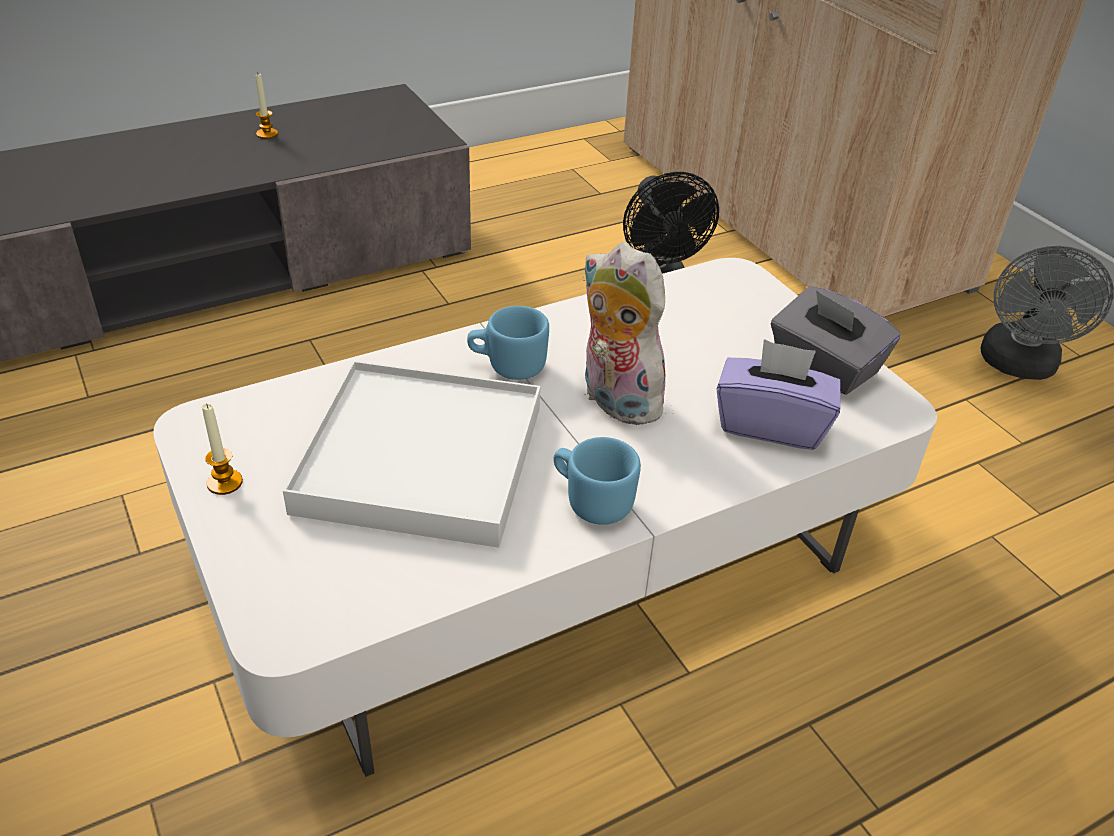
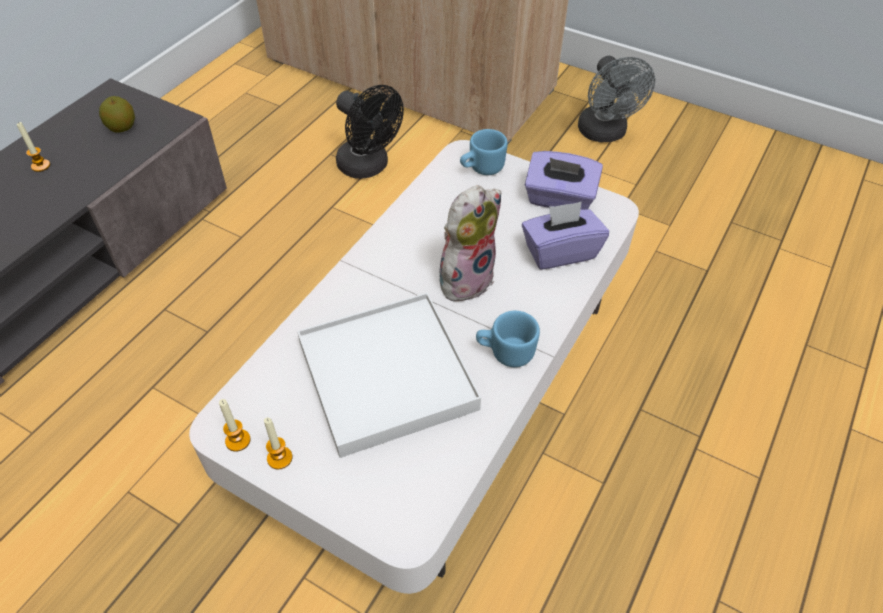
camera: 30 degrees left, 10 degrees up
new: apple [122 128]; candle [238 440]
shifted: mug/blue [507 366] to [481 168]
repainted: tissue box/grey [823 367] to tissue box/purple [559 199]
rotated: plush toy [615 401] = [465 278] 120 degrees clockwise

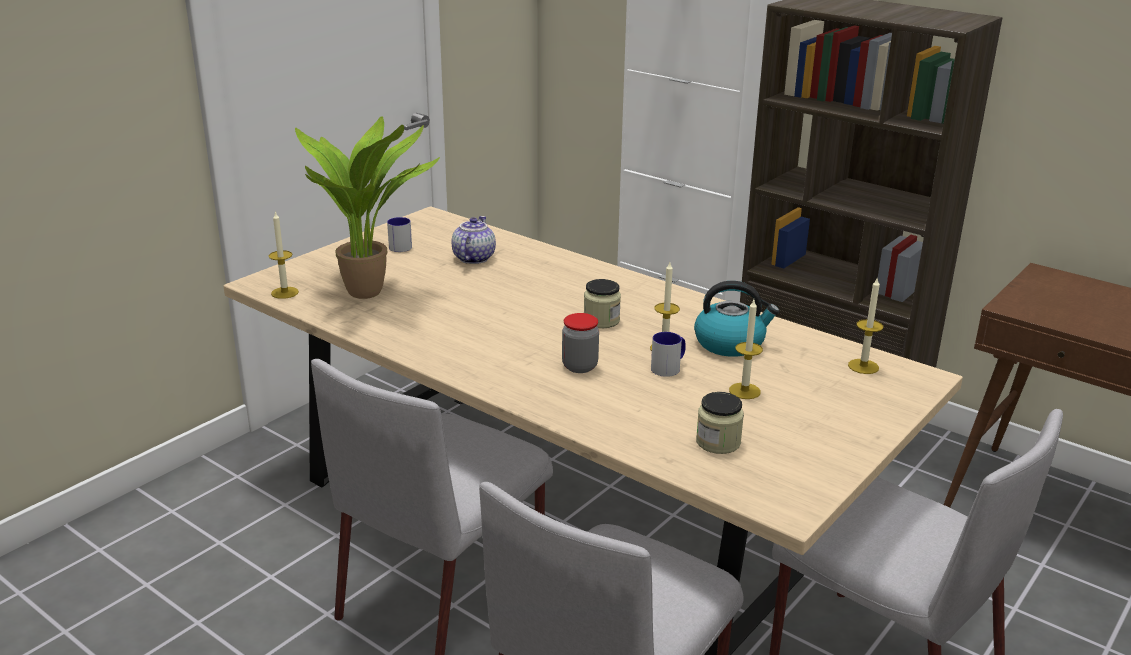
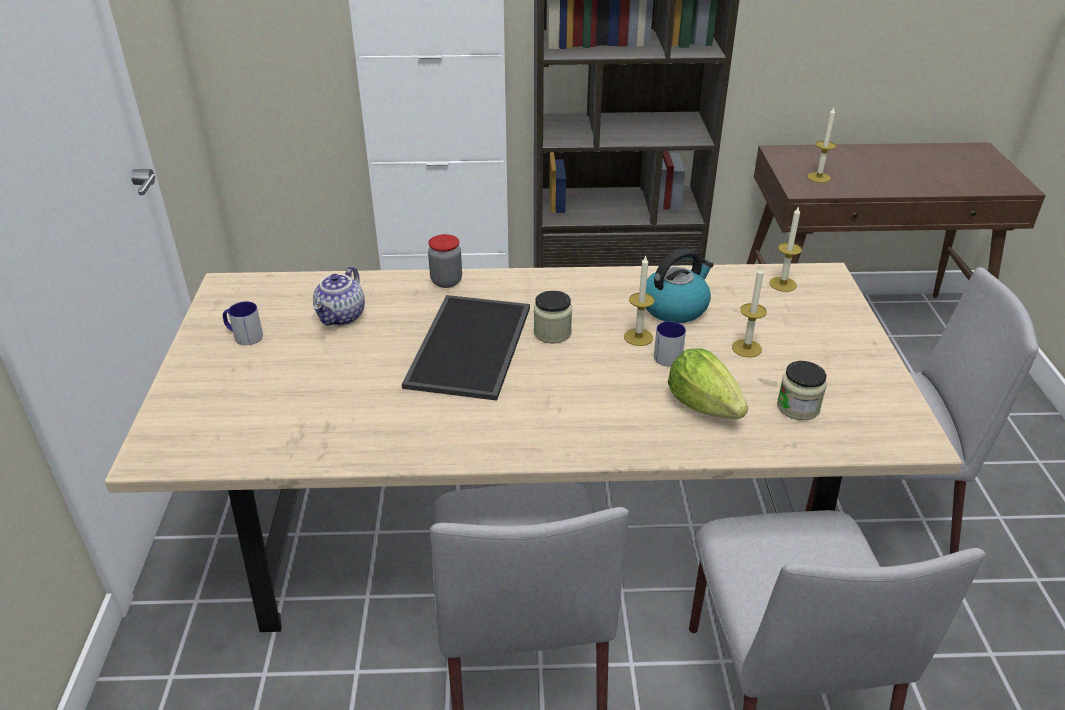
camera: 40 degrees left, 10 degrees up
gone: potted plant [371 292]
new: tray [472 347]; lettuce [703 405]
shifted: jar [580 366] to [446 281]; candle [285 292] to [819 177]
rotated: teapot [473 258] = [342 317] 135 degrees counterclockwise

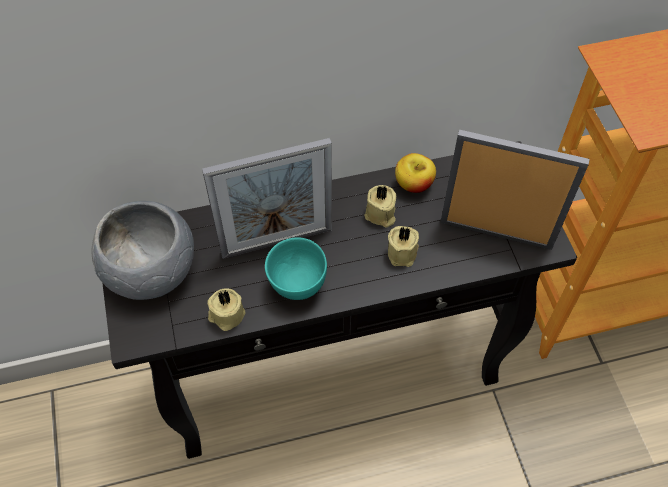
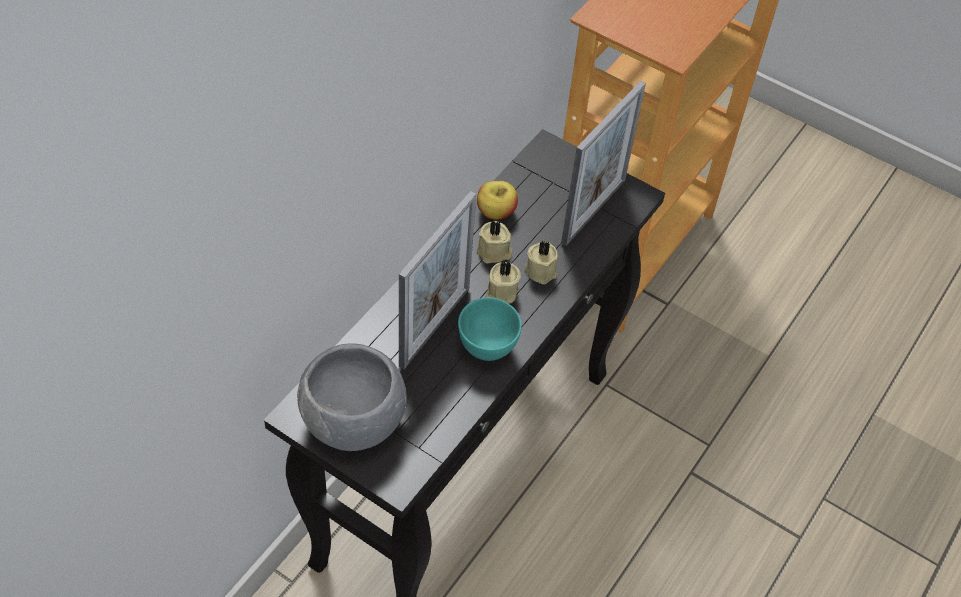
camera: 45 degrees left, 5 degrees down
shifted: candle/beige [226 315] to [500 292]
rotated: picture frame [496 233] = [593 211] 150 degrees clockwise

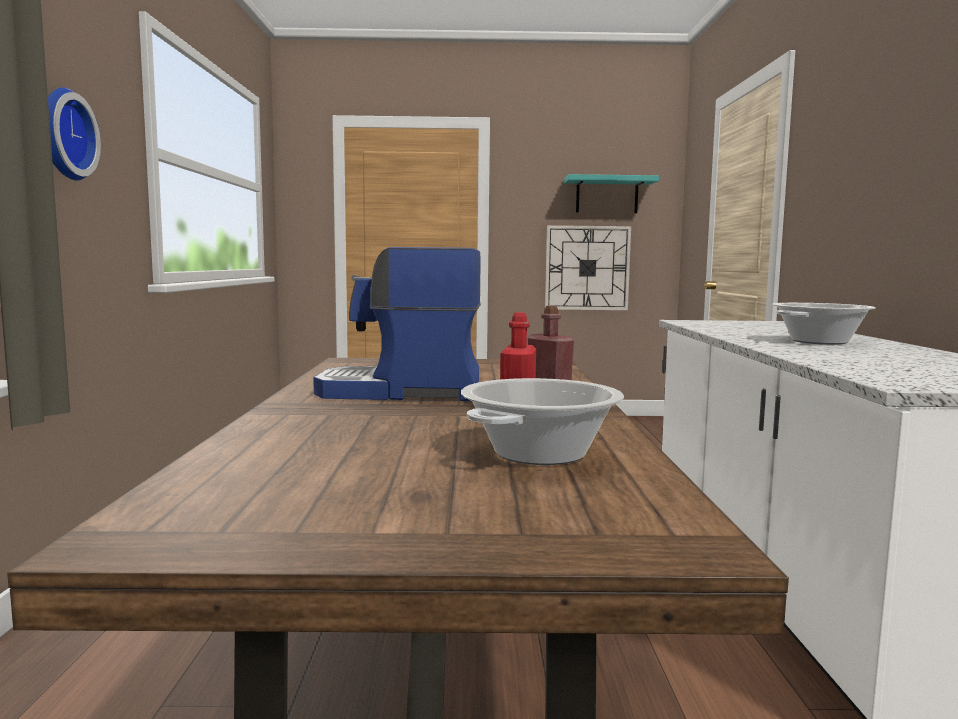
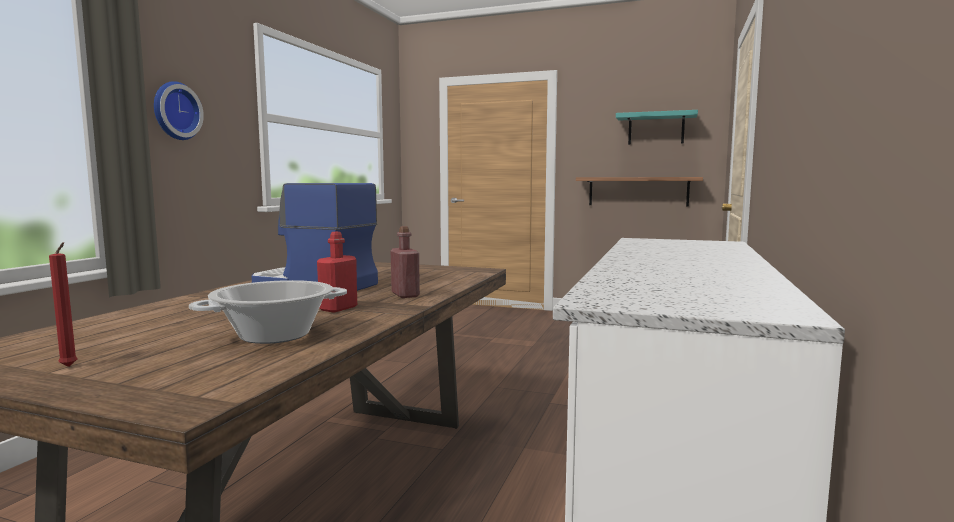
camera: 20 degrees right, 0 degrees up
gone: cooking pot [820 342]
new: candle/red [70 367]
swapped: wall clock [587 268] to shelf [638 191]

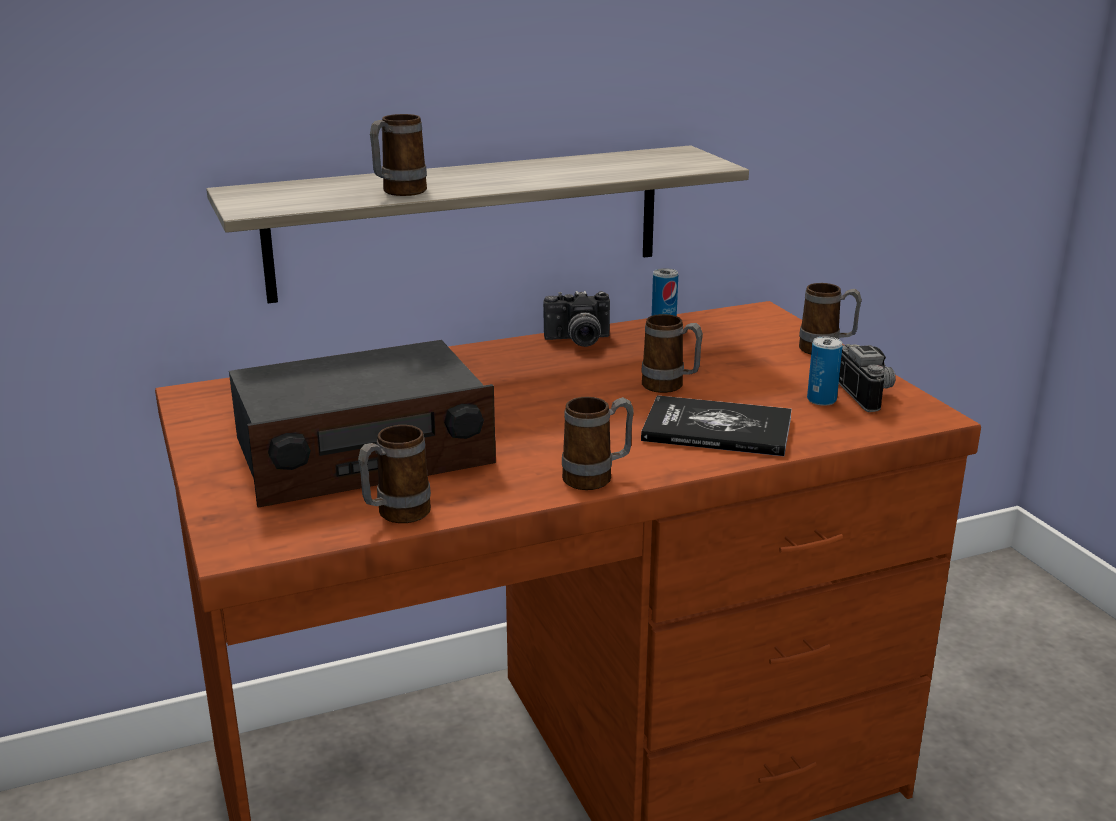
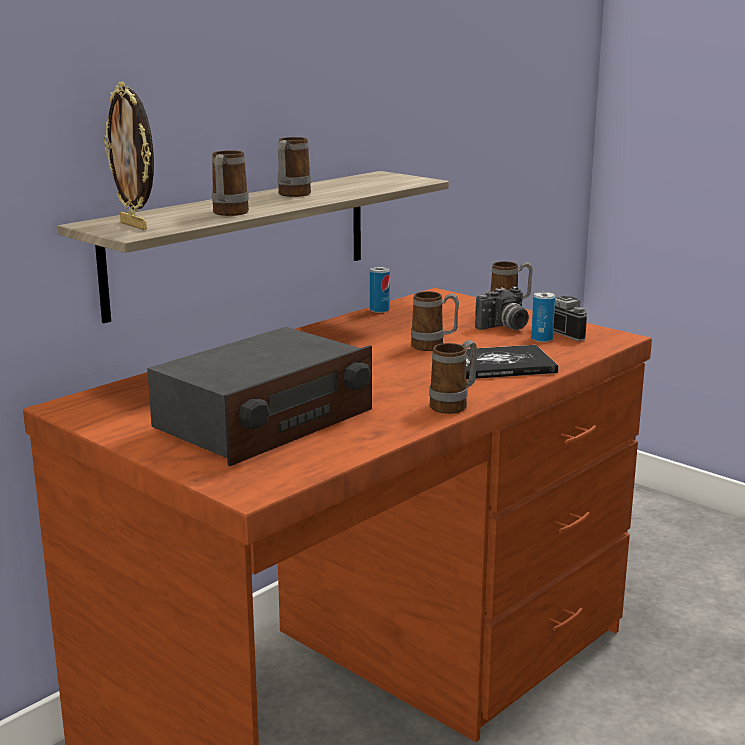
camera: 25 degrees left, 5 degrees down
new: picture frame [135 225]
shifted: mug [395 515] to [291 195]; photo camera [578 341] to [504 327]

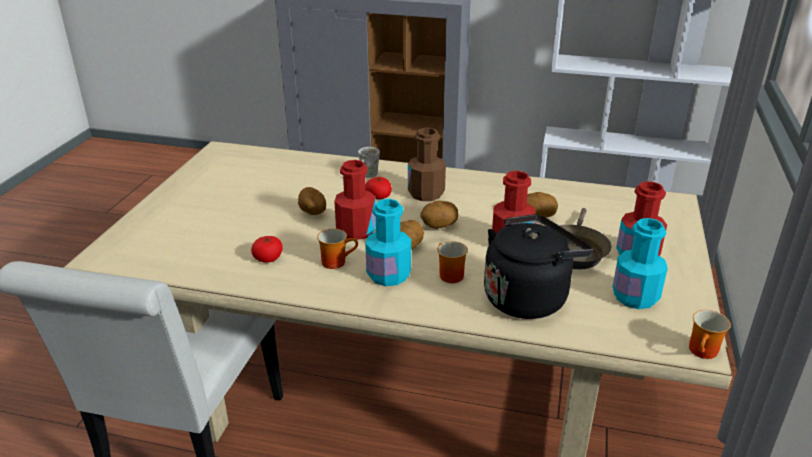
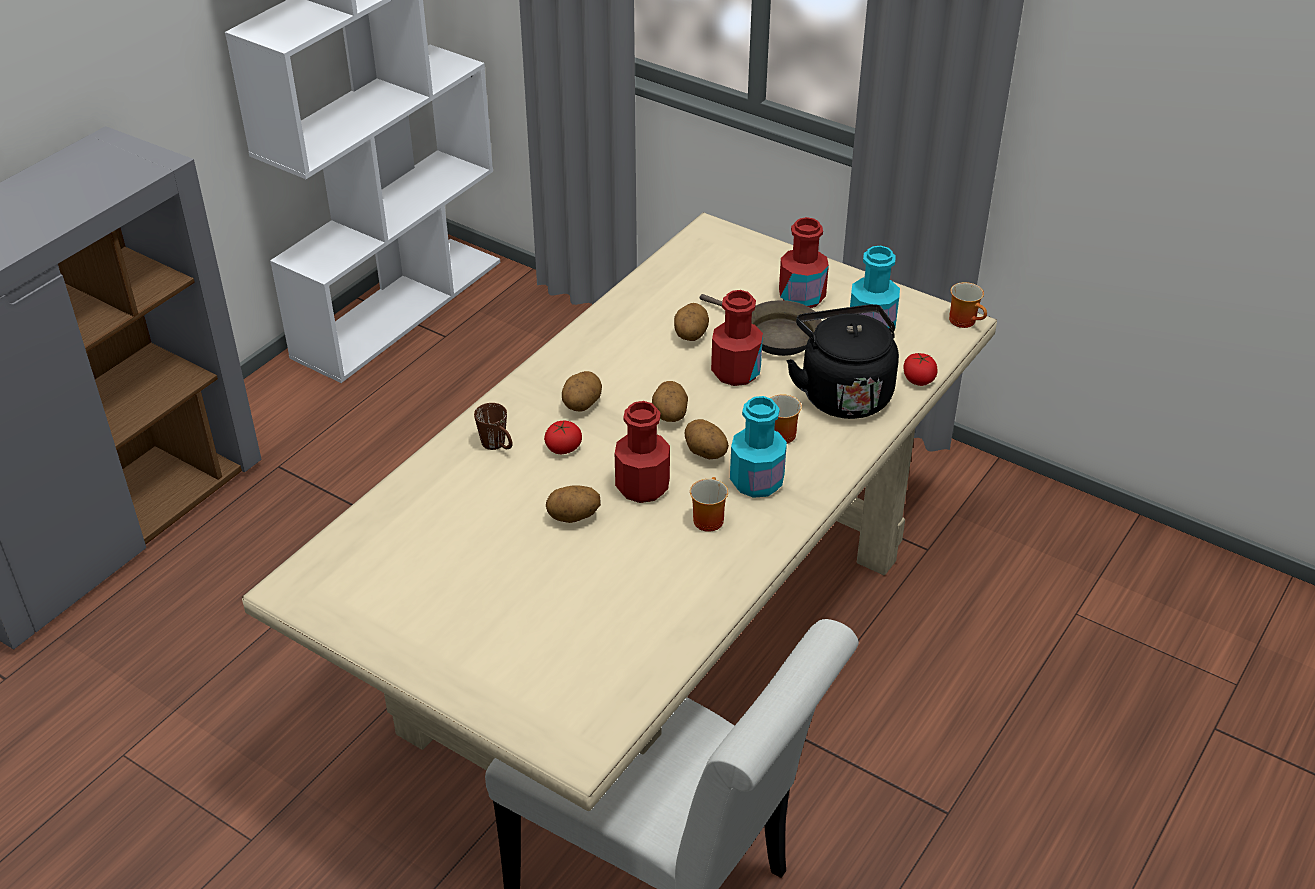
camera: 70 degrees left, 10 degrees up
shifted: tomato [268 258] to [918 379]
swapped: bottle/brown [426 193] to potato [581 405]
repainted: mug/white [367 176] to mug/brown [498 446]

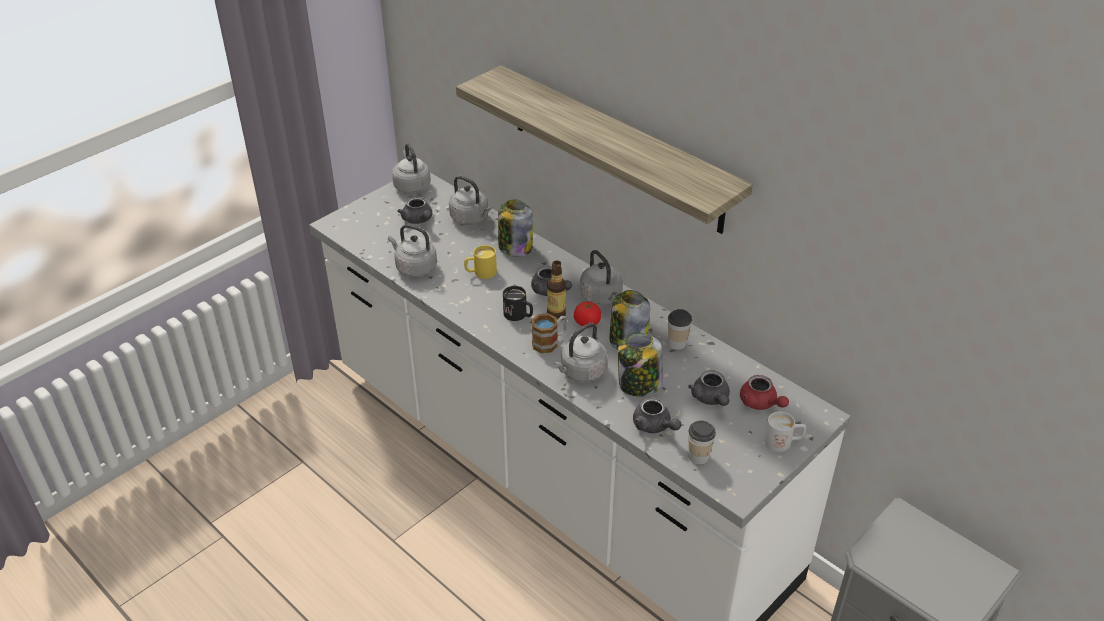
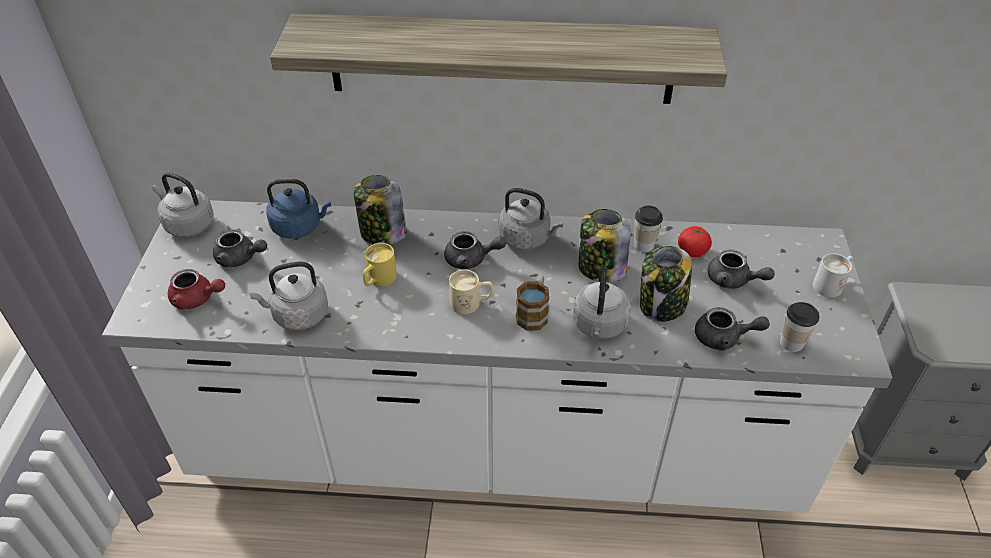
camera: 40 degrees left, 5 degrees up
gone: bottle [556 316]
shifted: teapot/red [760 403] to [197 299]; tomato [587 323] to [692 251]
repainted: kettle/grey [471 218] to kettle/blue [299 227]; mug/black [519 316] to mug/beige [471 303]

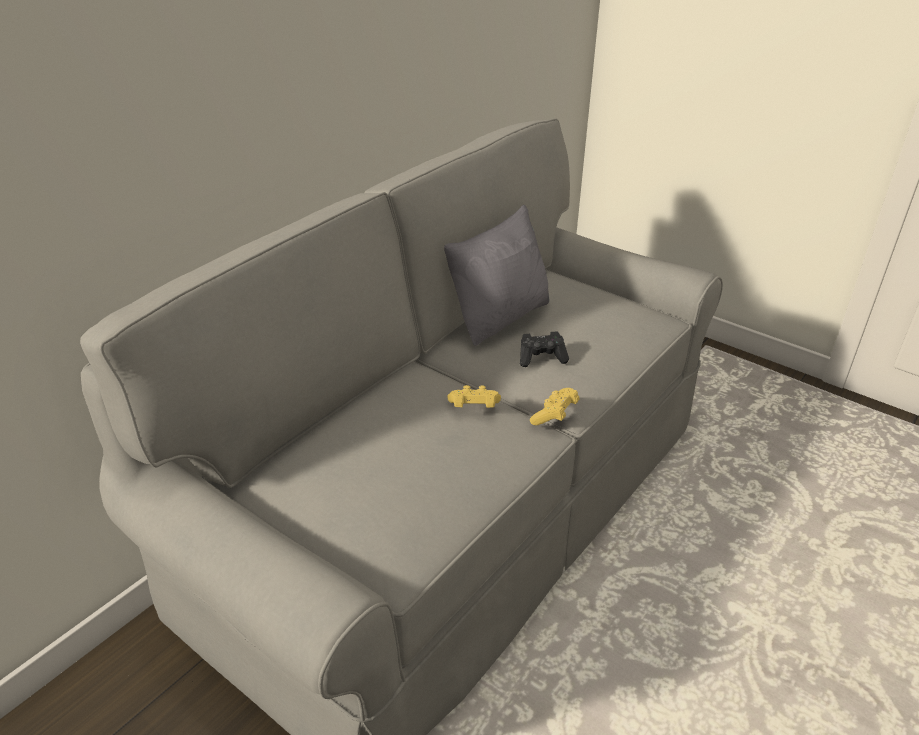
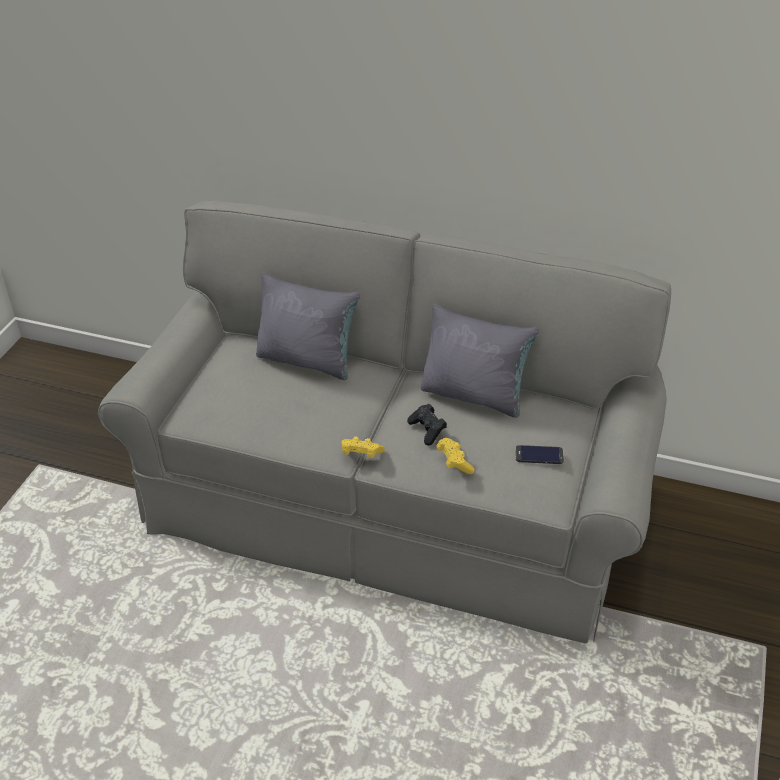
camera: 70 degrees right, 5 degrees up
new: pillow/grey [307 360]; phone [539 455]
shifted: game controller/yellow [473 408] to [454 462]

